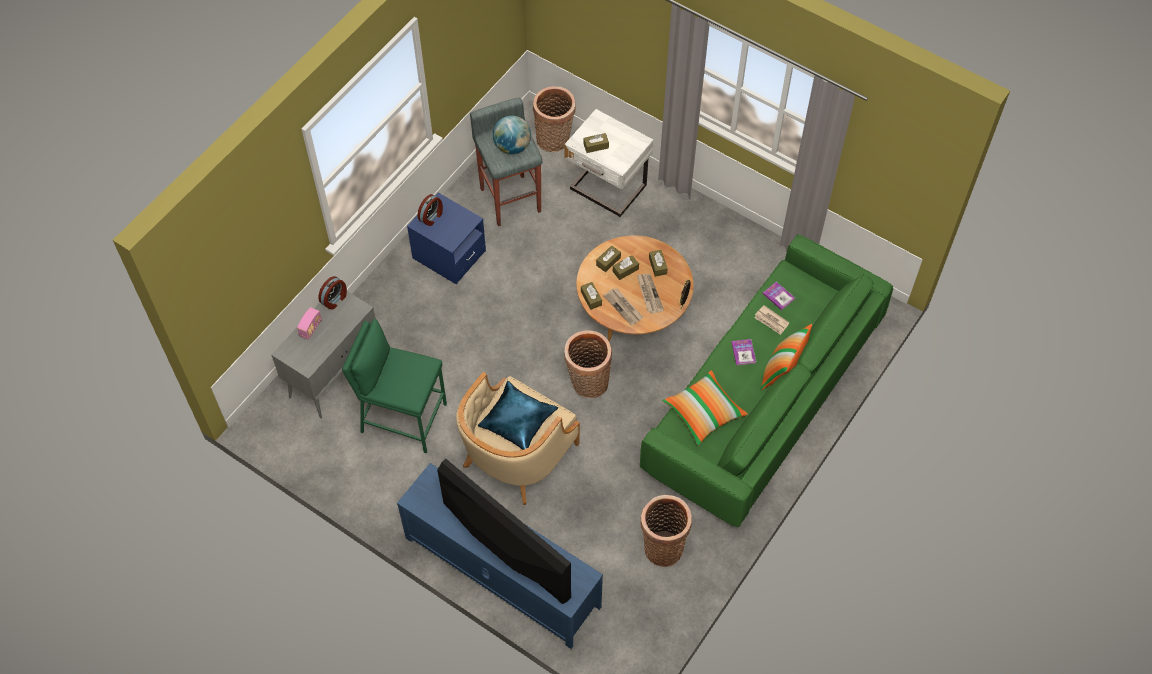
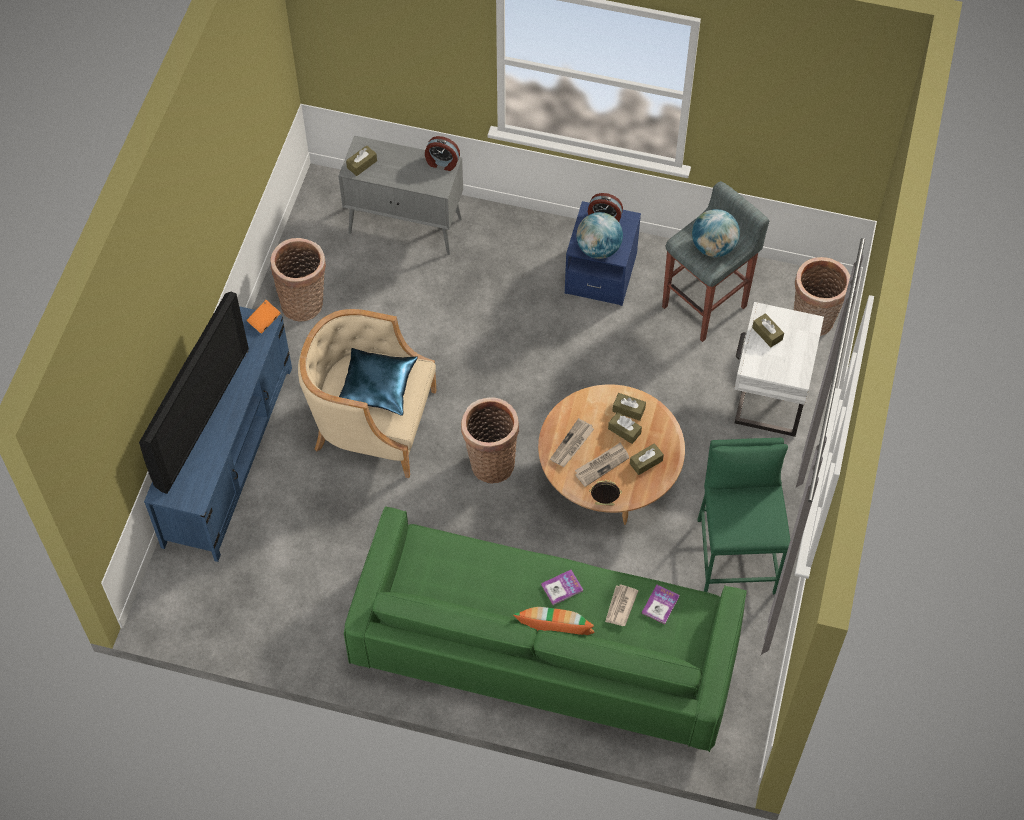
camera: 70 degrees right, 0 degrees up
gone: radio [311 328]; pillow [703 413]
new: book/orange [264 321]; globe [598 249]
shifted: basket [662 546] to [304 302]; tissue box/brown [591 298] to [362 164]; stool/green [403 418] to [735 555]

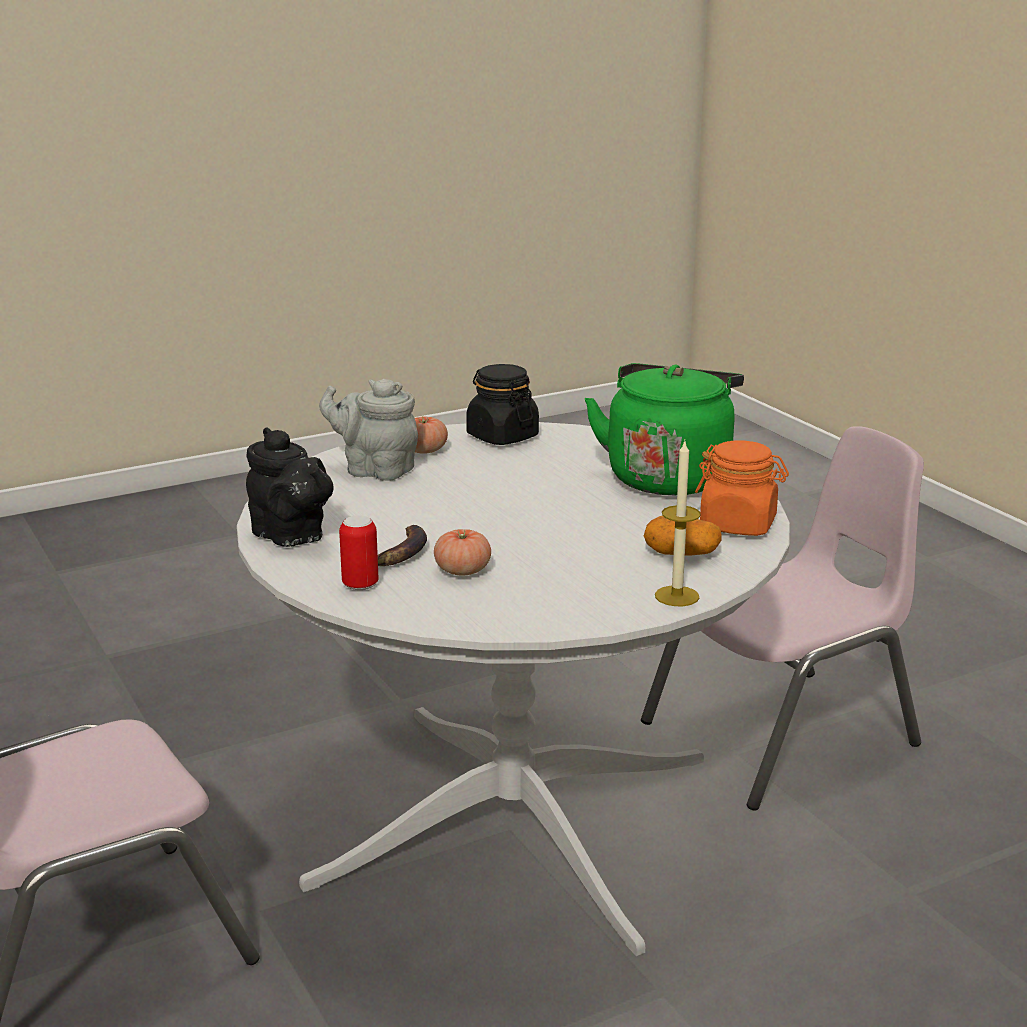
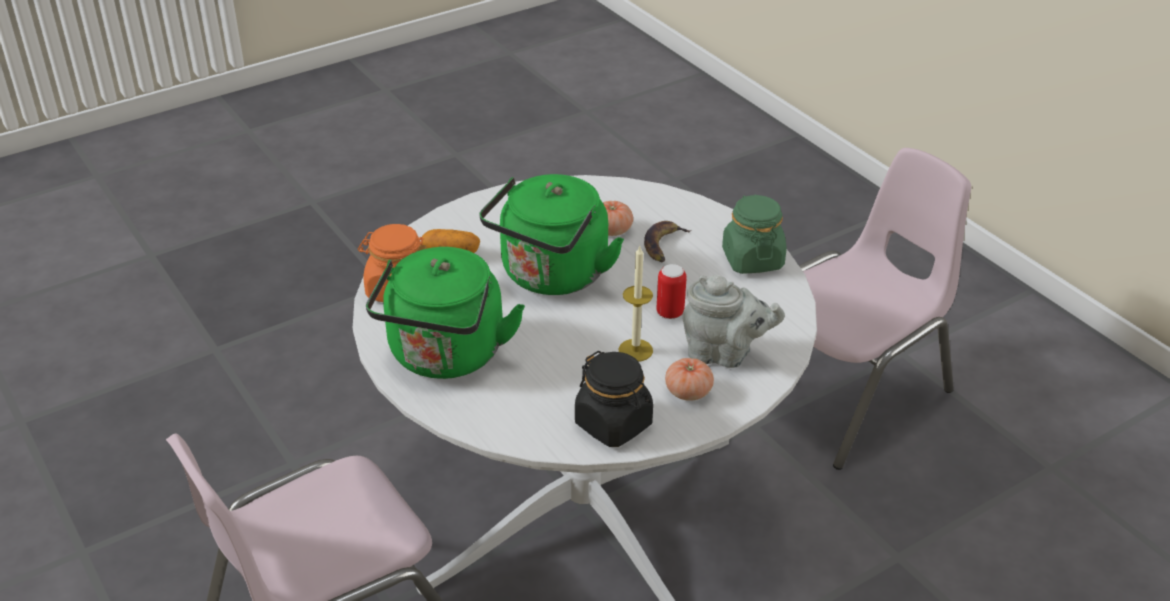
camera: 175 degrees right, 15 degrees up
new: kettle/green [551 277]
shifted: candle [677 596] to [635 350]; can [360 585] to [670 313]
swapped: teapot/black [292 537] to jar/green [752 259]

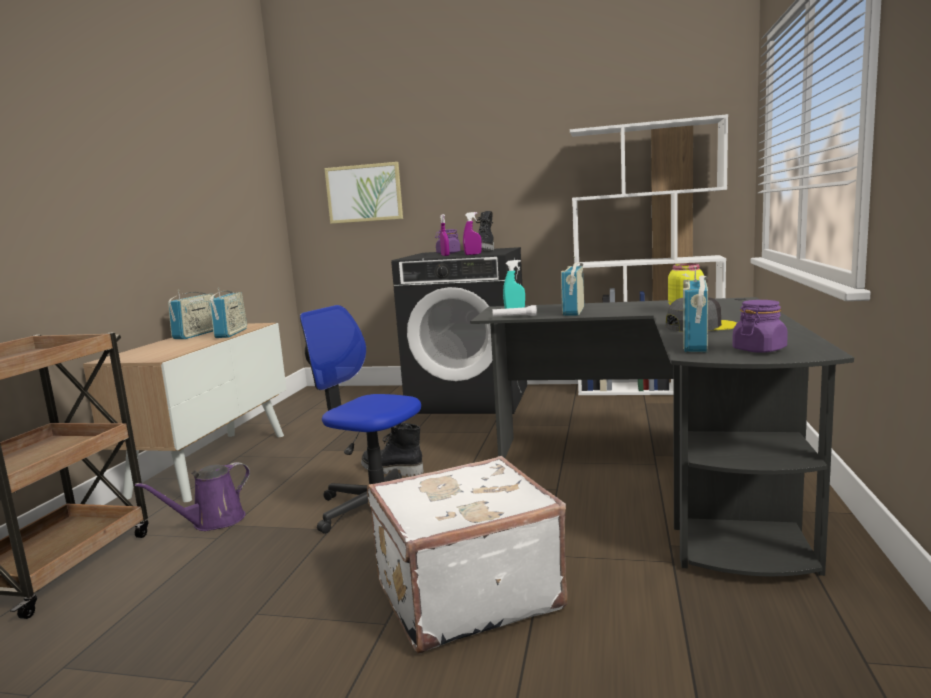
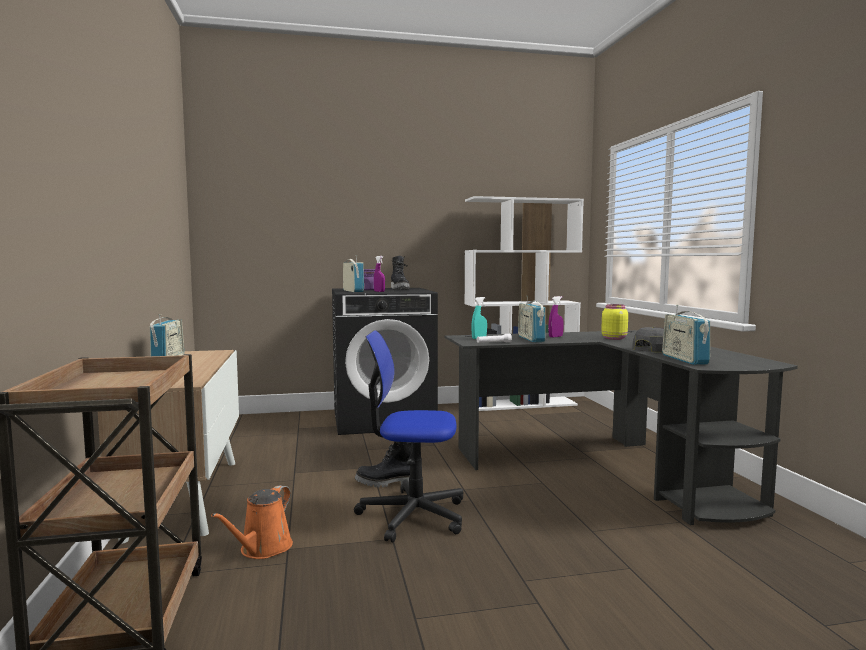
camera: 25 degrees left, 5 degrees down
gone: picture [364 193]; suitcase/white [464 593]; jar/purple [759 349]
shifted: radio [231 333] to [353 291]; spray bottle/purple [473 254] to [555 337]
repainted: watering can/purple [213 522] to watering can/orange [263 549]

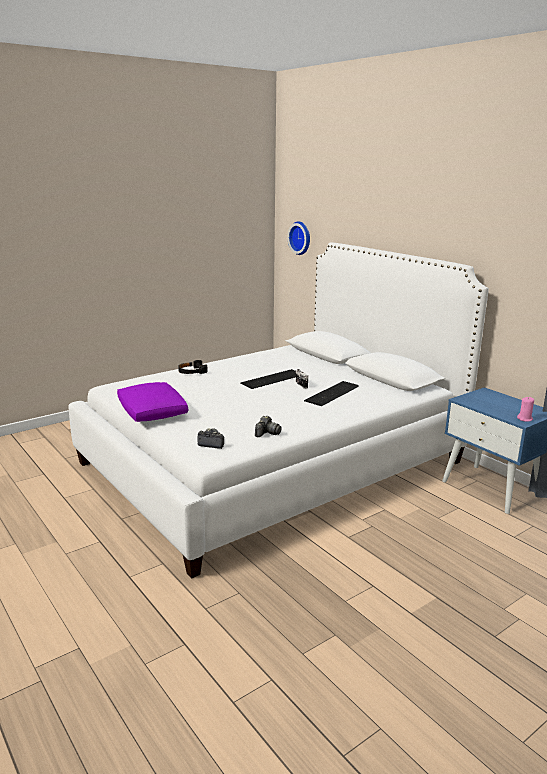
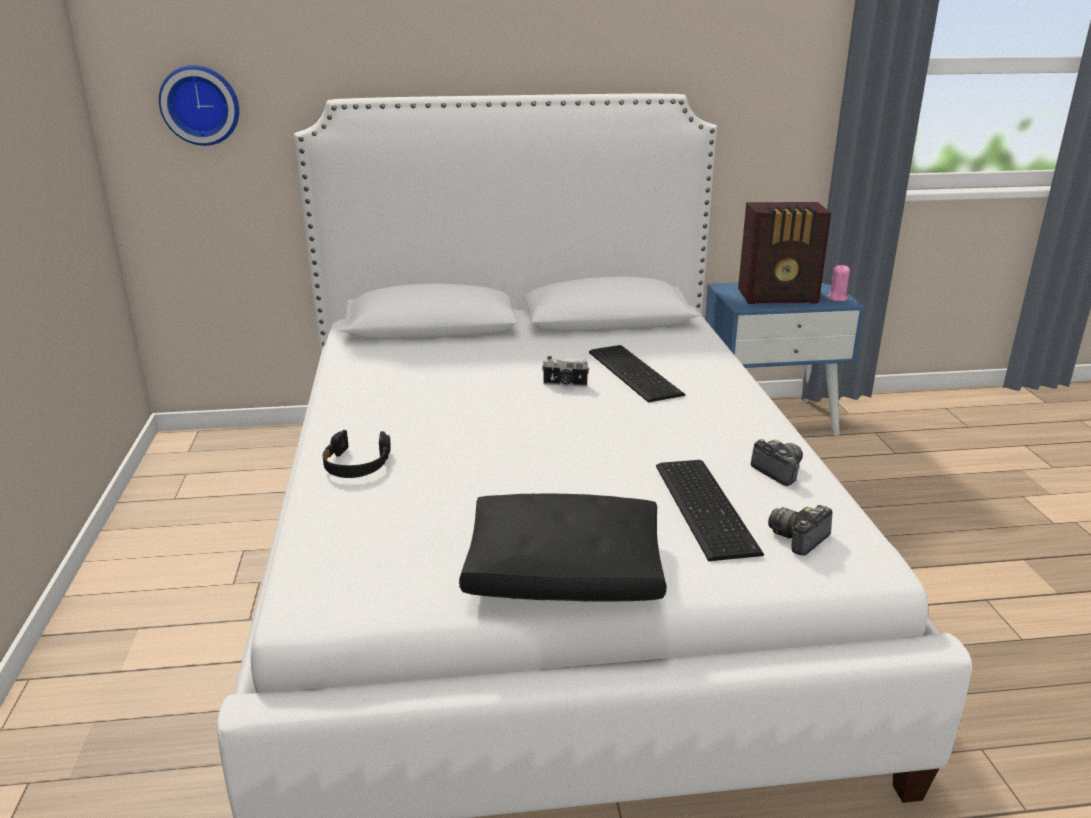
camera: 60 degrees left, 5 degrees up
new: radio [779 297]
shifted: keyboard [273 379] to [707 506]
repainted: pillow/purple [152 412] to pillow/black [566 571]

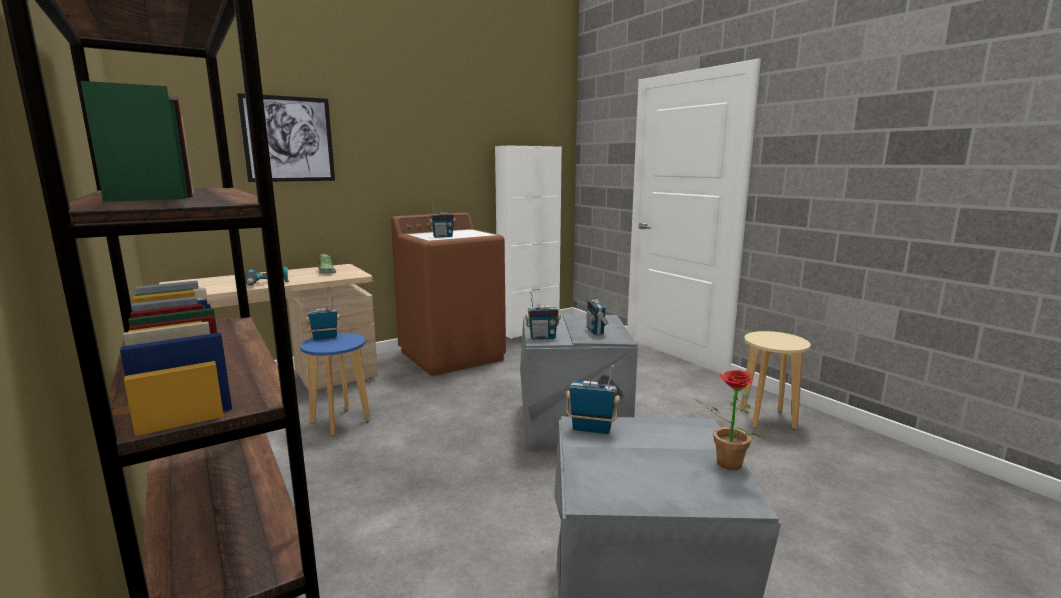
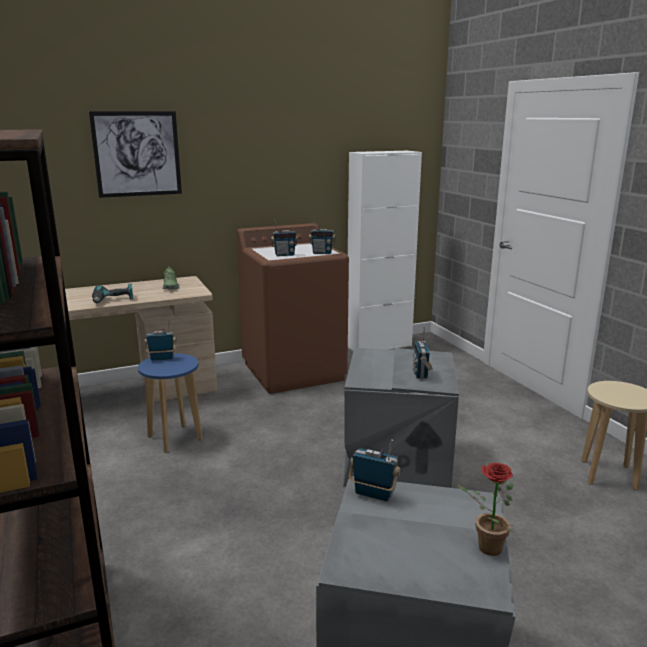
camera: 10 degrees right, 5 degrees up
shifted: radio [542 337] to [322 253]

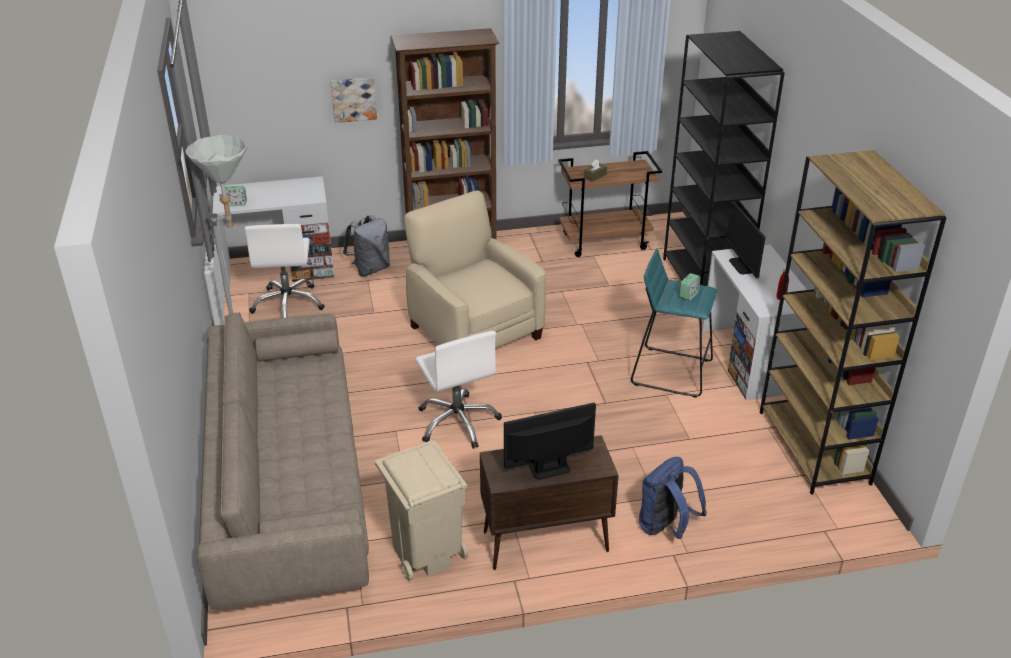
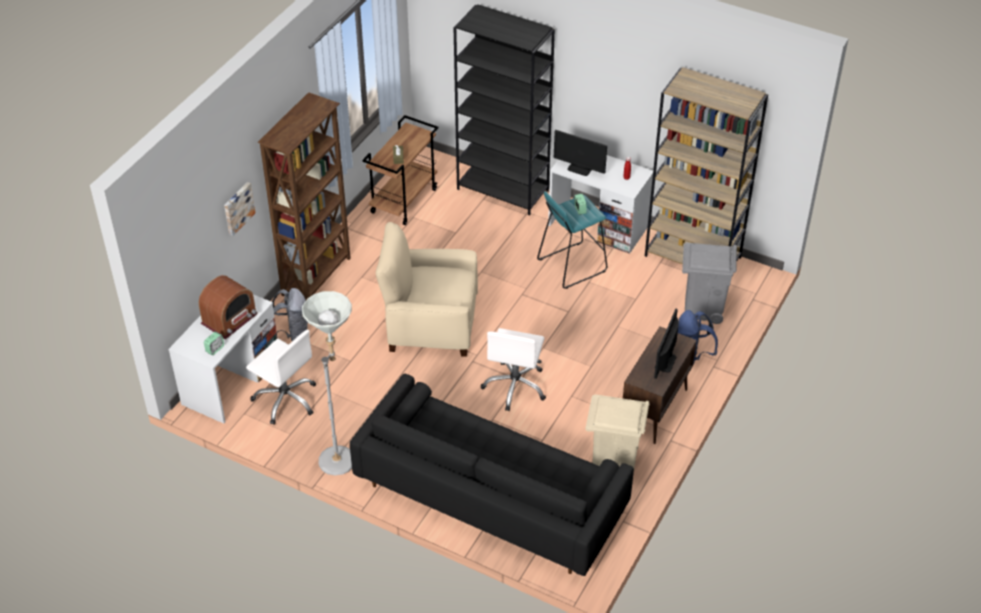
camera: 50 degrees left, 10 degrees up
new: radio [229 319]; trash can/grey [703 308]
repainted: sofa/beige [287 485] to sofa/black [491 496]
rotated: office chair/white [458 422] = [515 386] 90 degrees clockwise

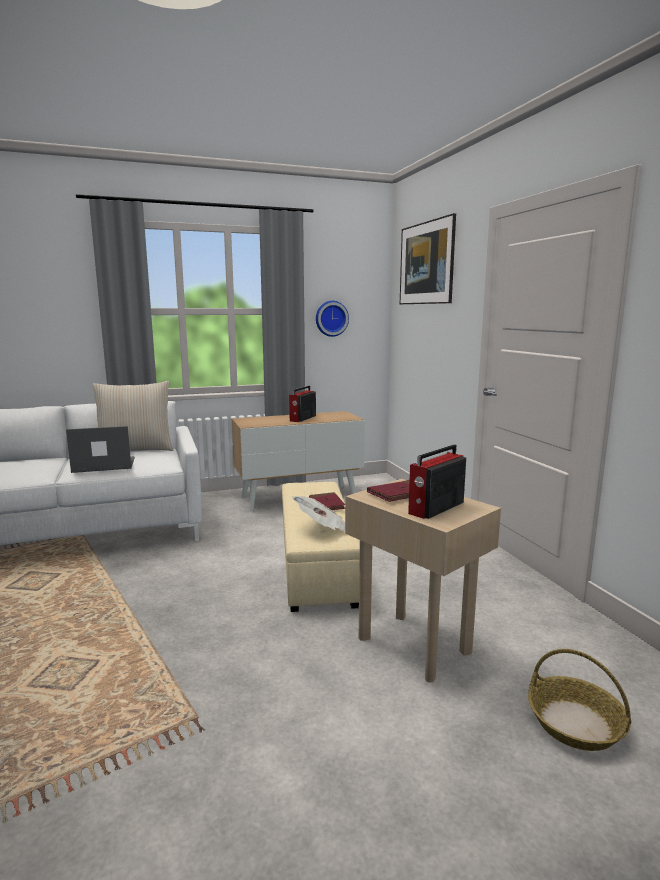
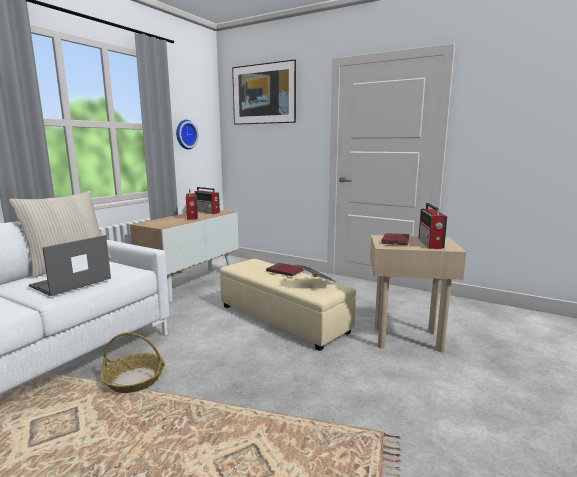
camera: 40 degrees left, 0 degrees up
new: radio [207 212]
shifted: basket [574 723] to [134 379]

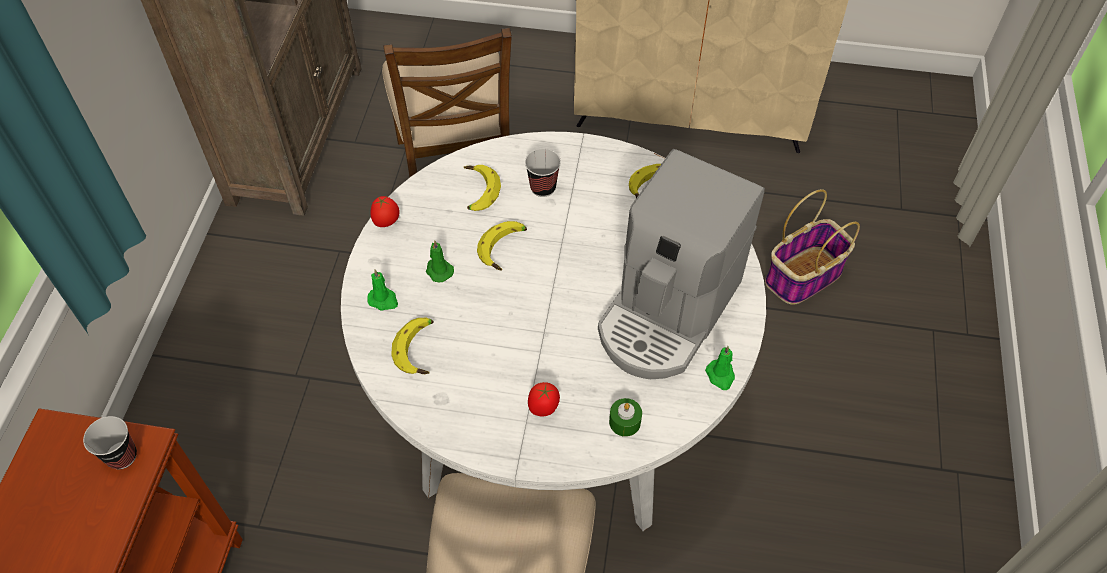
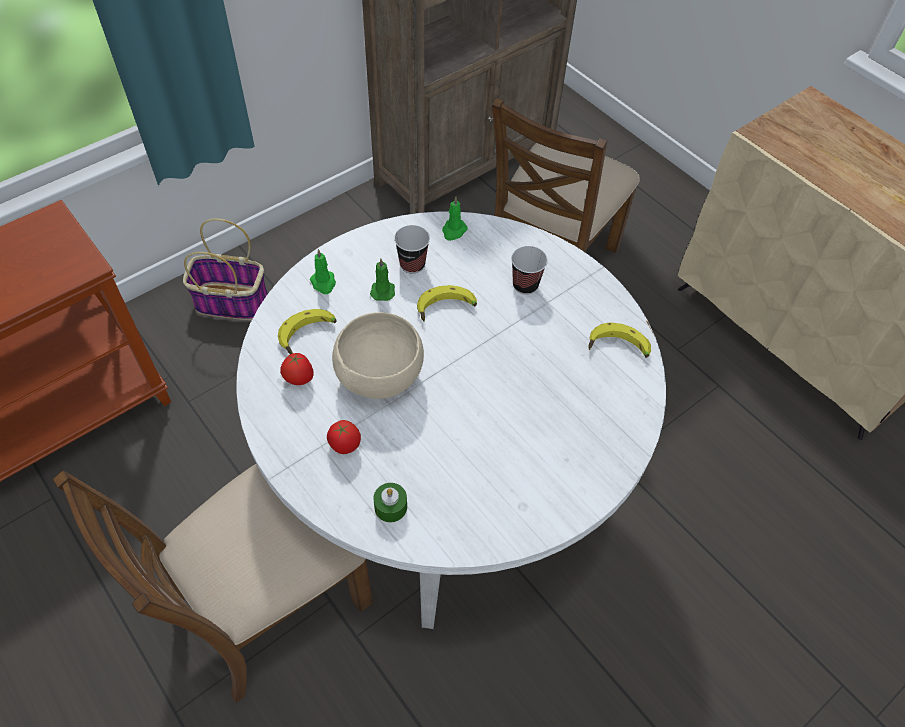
camera: 40 degrees right, 0 degrees up
gone: banana [477 192]; coffee machine [667 313]
new: bowl/beige [379 375]
shifted: basket [803 277] to [230 302]; tomato [386 222] to [299 380]; cup [122 456] to [412 264]; candle/green [720 376] to [453 231]

